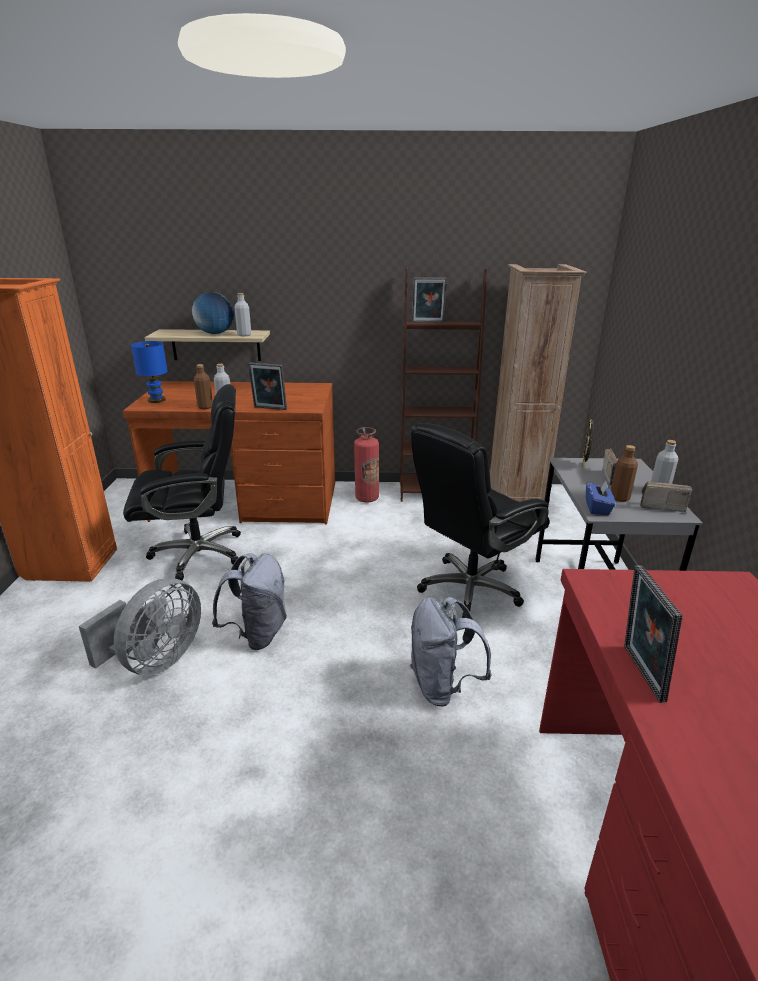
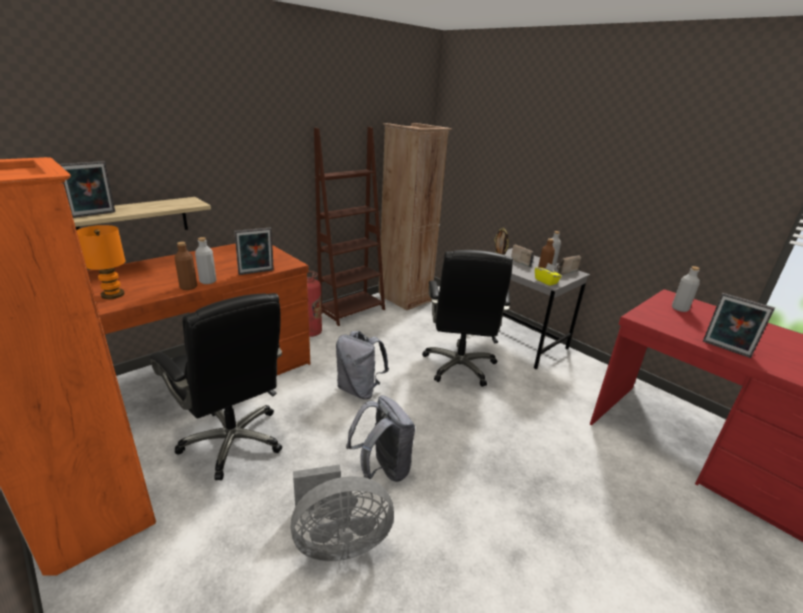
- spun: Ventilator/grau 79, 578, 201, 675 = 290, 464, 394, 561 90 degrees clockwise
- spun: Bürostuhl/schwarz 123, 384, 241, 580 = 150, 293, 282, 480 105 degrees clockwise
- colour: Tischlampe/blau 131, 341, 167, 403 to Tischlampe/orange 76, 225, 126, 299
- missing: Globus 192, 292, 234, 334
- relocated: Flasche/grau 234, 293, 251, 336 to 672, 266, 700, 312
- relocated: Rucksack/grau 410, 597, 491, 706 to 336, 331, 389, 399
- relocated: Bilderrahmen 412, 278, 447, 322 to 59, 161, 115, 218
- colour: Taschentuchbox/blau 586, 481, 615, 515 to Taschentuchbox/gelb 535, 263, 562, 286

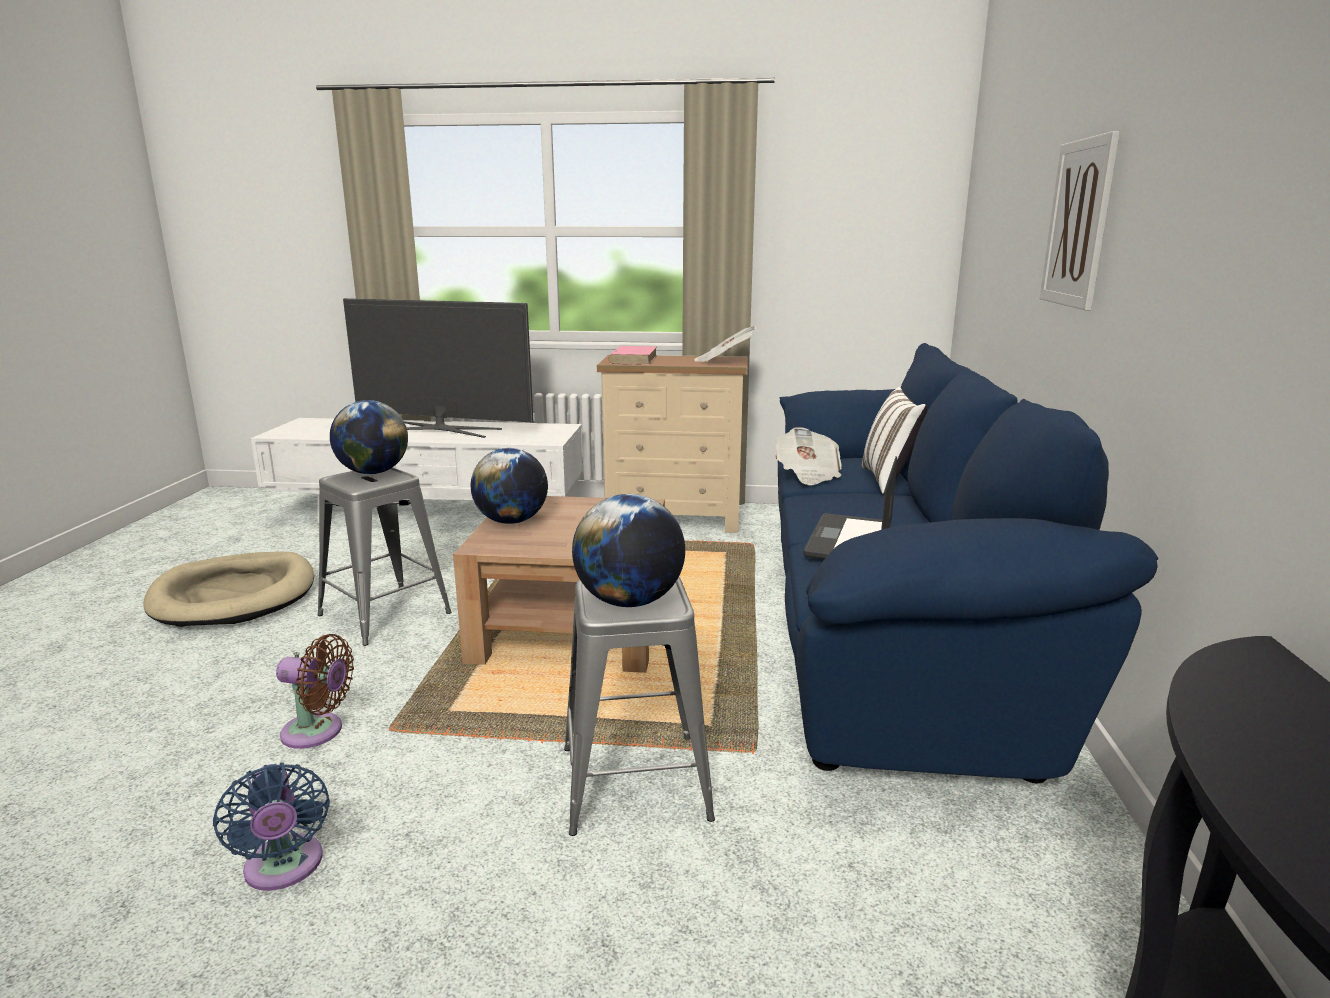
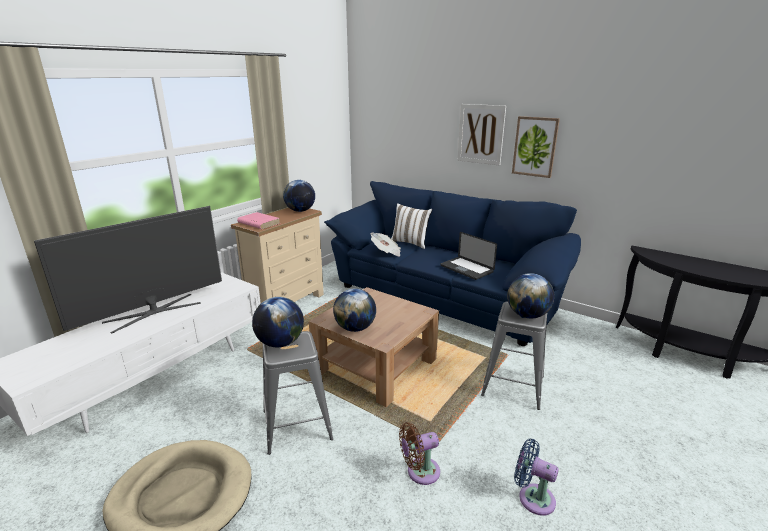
- spun: Ventilator/blau 213, 763, 330, 891 = 514, 439, 559, 516 150 degrees counterclockwise
- spun: Ventilator/braun 276, 634, 354, 749 = 399, 422, 440, 485 150 degrees counterclockwise
- exchanged: Zeitung 694, 326, 758, 362 to Globus 283, 180, 315, 212
- appeared: Bild 512, 116, 560, 178

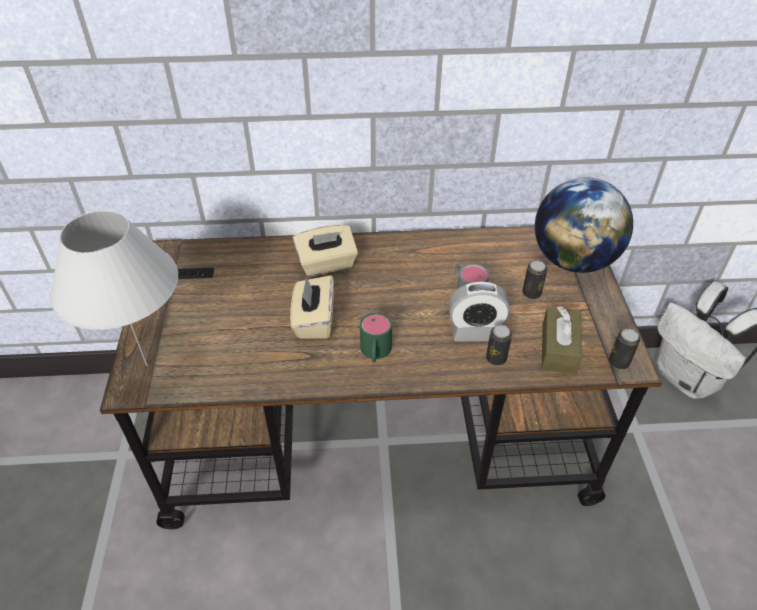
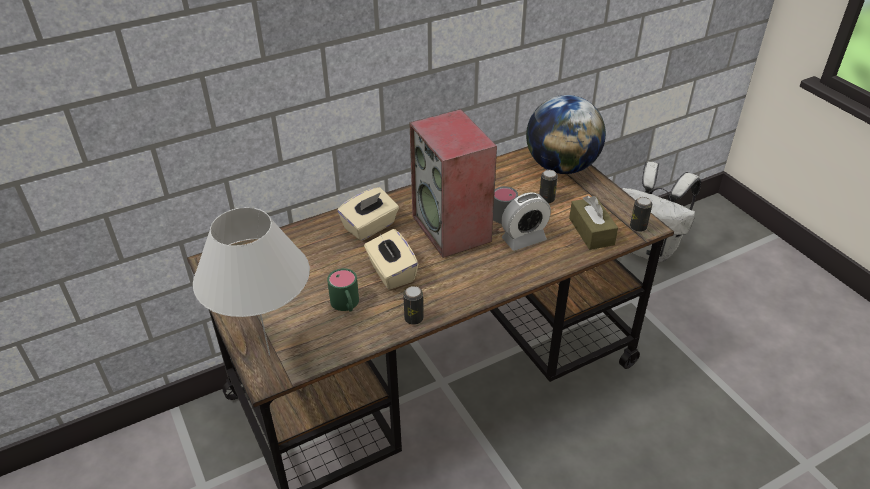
- relocated: Henkelbecher/grün 360, 313, 392, 362 to 327, 268, 359, 312
- relocated: Dose 486, 325, 512, 366 to 403, 286, 424, 325
- appeared: Lautsprecher 409, 109, 497, 258

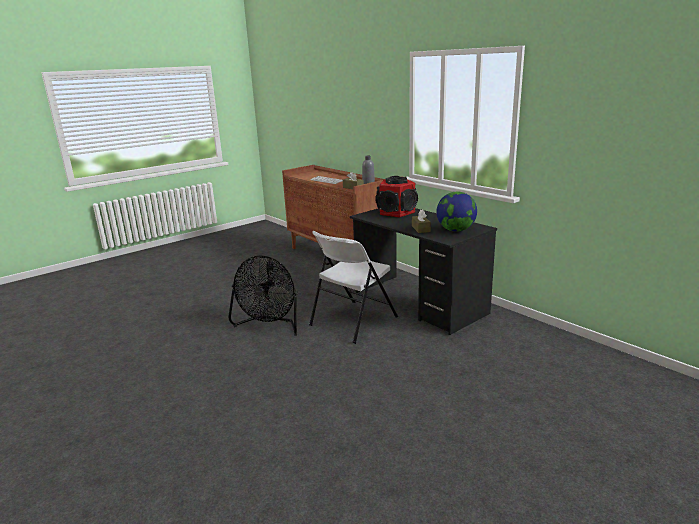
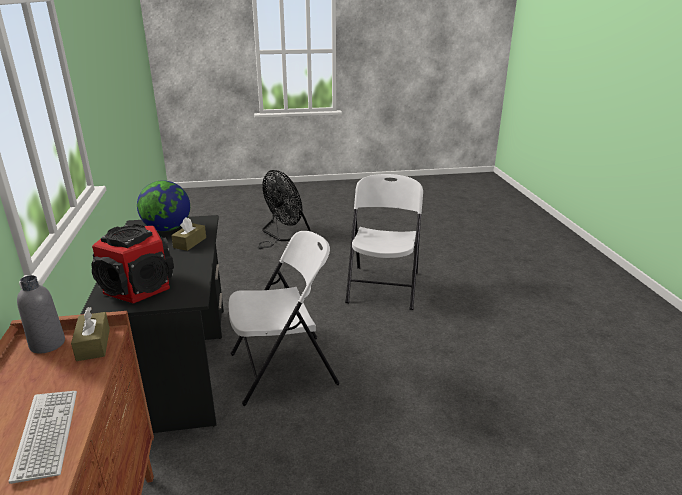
- relocated: Ventilator/schwarz 228, 256, 298, 336 to 258, 170, 311, 249
- appeared: Stuhl/weiß 345, 174, 423, 310

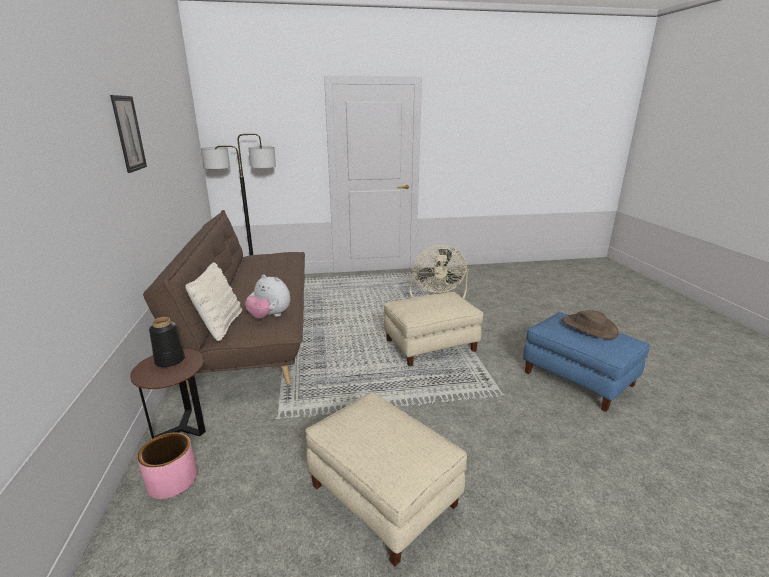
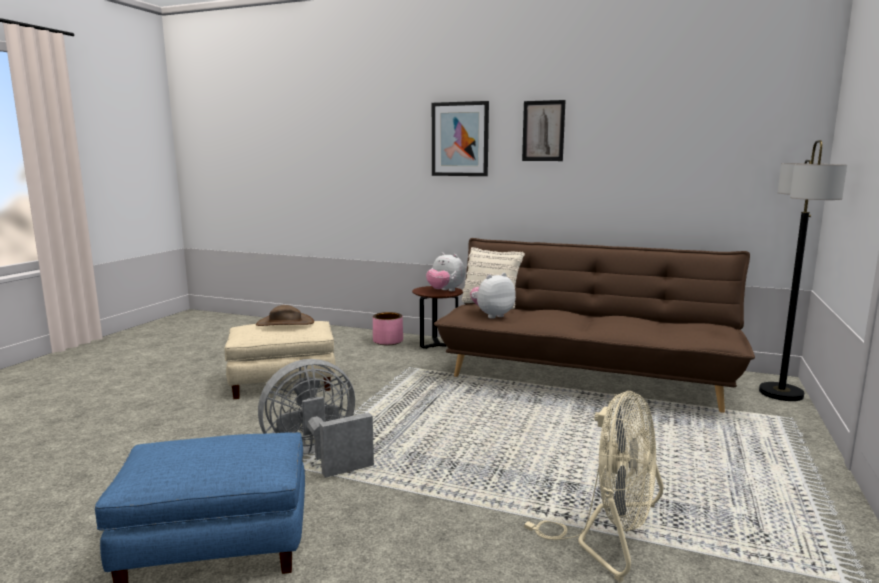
- exchanged: Vase/schwarz 149, 317, 185, 367 to Plüschtier 426, 252, 465, 291
- missing: Polsterhocker/beige 384, 292, 484, 366
- relocated: Hut/braun 562, 310, 619, 339 to 256, 305, 314, 326
- appeared: Ventilator/grau 258, 359, 374, 478
- appeared: Bild 432, 101, 489, 176

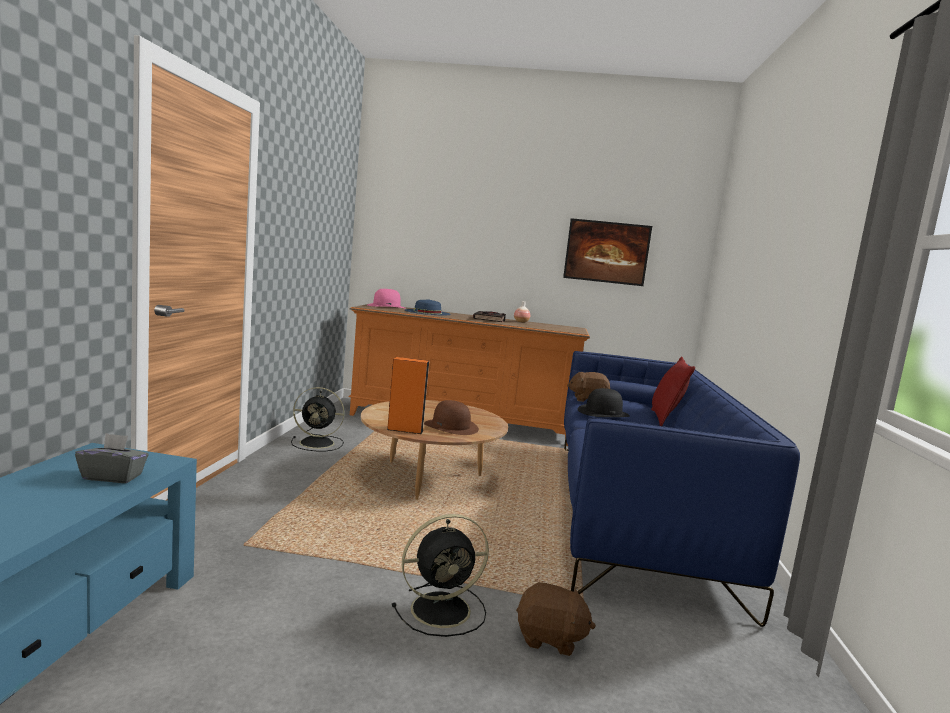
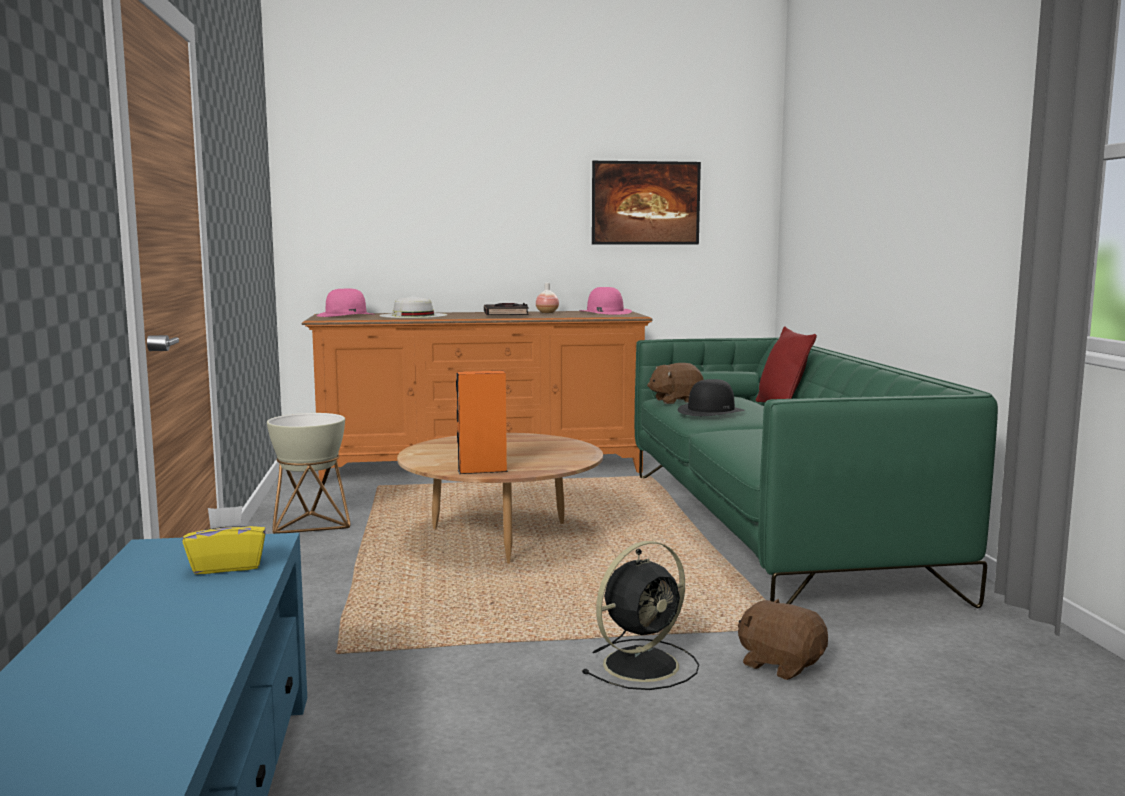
- colour: Taschentuchbox/grau 75, 433, 148, 483 to Taschentuchbox/gelb 182, 506, 266, 574
- exchanged: Ventilator/schwarz 291, 387, 345, 451 to Pflanzkübel 267, 413, 350, 534
- colour: Hut/blau 405, 299, 451, 316 to Hut/weiß 379, 297, 447, 318
- missing: Hut/braun 424, 400, 479, 435
- spun: Plüschtier/braun 516, 582, 596, 656 = 738, 599, 828, 680 135 degrees counterclockwise
- colour: Sofa/blau 564, 351, 800, 628 to Sofa/grün 635, 338, 998, 610
- appeared: Hut/rosa 580, 287, 632, 315

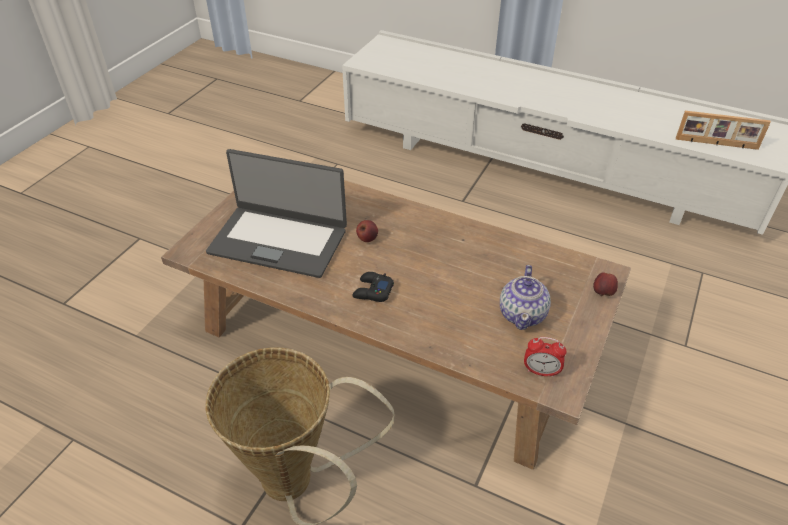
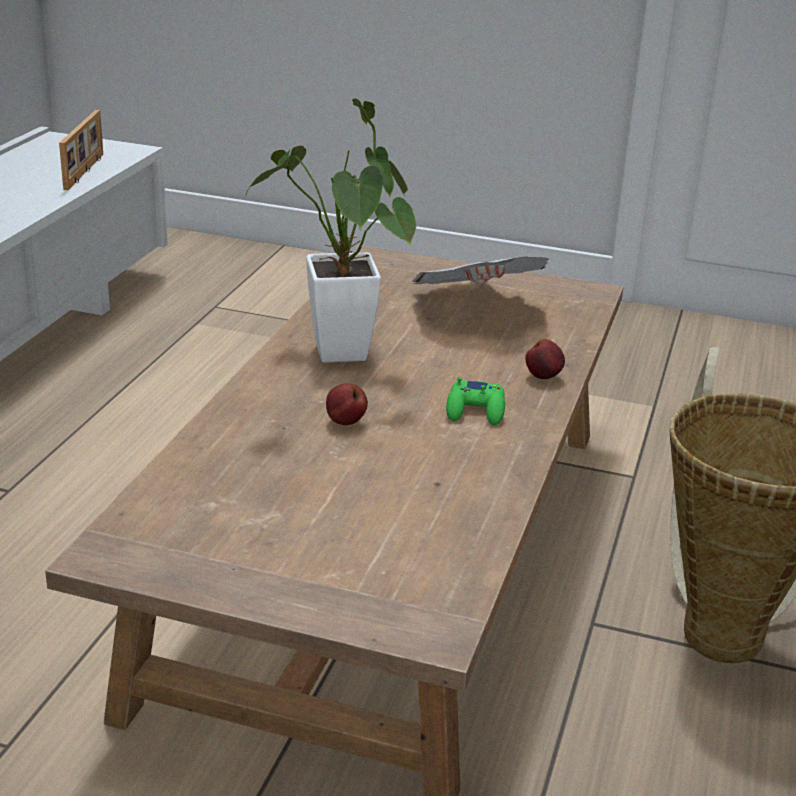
- missing: Laptop 206, 149, 347, 278
- colour: Gamepad/schwarz 353, 272, 394, 302 to Gamepad/grün 446, 377, 505, 425
- exchanged: Teekanne 500, 265, 551, 330 to Zeitung 412, 257, 549, 285
- missing: Wecker 524, 337, 566, 378
- relocated: Apfel 593, 272, 618, 296 to 525, 339, 565, 379
- appeared: Topfpflanze 245, 98, 416, 363

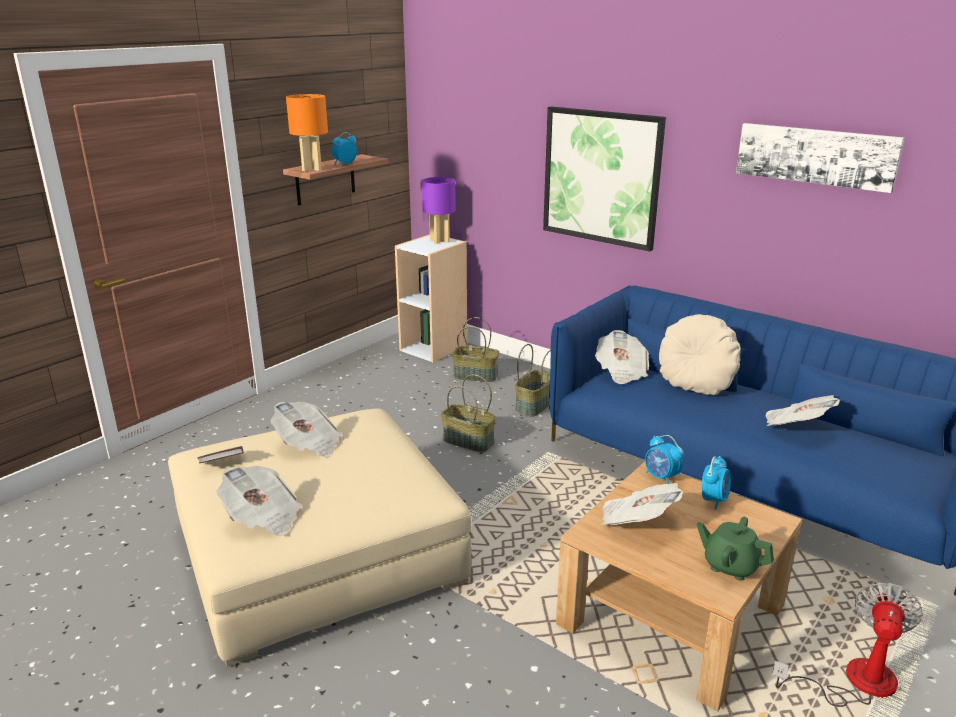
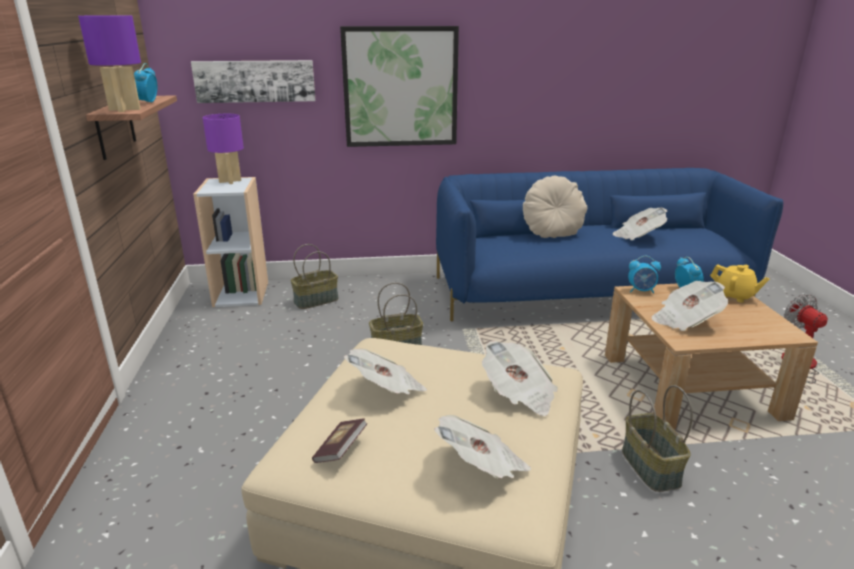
- colour: Tischlampe/orange 286, 94, 328, 171 to Tischlampe/lila 78, 15, 141, 112
- relocated: Korb 515, 344, 551, 417 to 622, 385, 693, 492
- relocated: Zeitung 595, 330, 649, 384 to 482, 341, 558, 416
- missing: Teekanne/grün 697, 517, 774, 581
- relocated: Bild 736, 123, 905, 193 to 191, 60, 316, 103
- appeared: Teekanne/gelb 710, 264, 770, 303

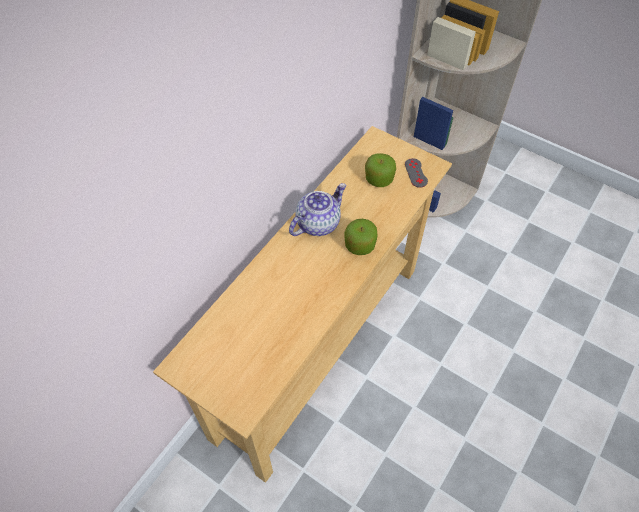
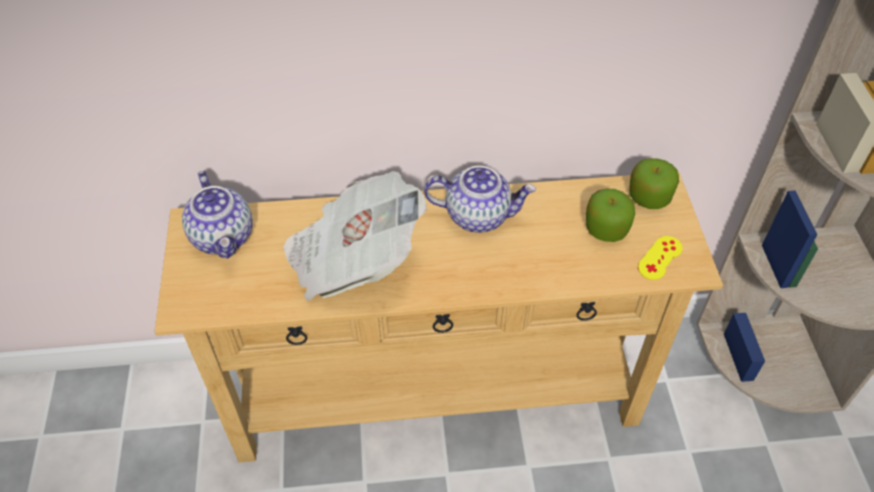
- relocated: Apfel 344, 219, 378, 255 to 629, 158, 679, 209
- colour: Gamepad/grau 405, 158, 428, 188 to Gamepad/gelb 638, 236, 683, 280
- appeared: Teekanne 182, 171, 253, 259
- appeared: Zeitung 283, 171, 426, 301

